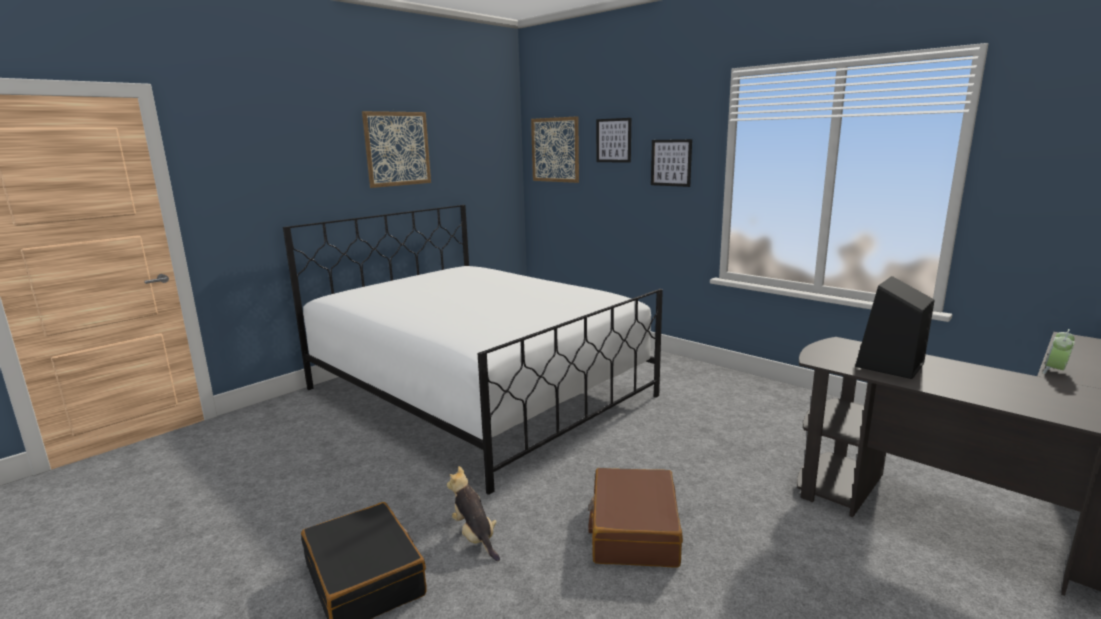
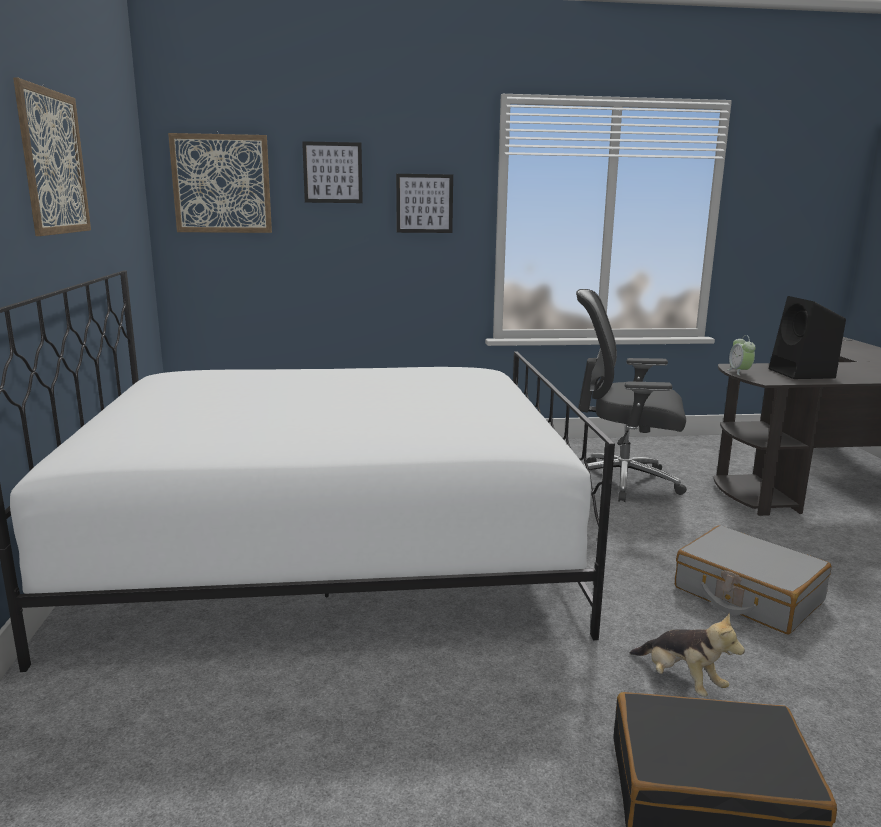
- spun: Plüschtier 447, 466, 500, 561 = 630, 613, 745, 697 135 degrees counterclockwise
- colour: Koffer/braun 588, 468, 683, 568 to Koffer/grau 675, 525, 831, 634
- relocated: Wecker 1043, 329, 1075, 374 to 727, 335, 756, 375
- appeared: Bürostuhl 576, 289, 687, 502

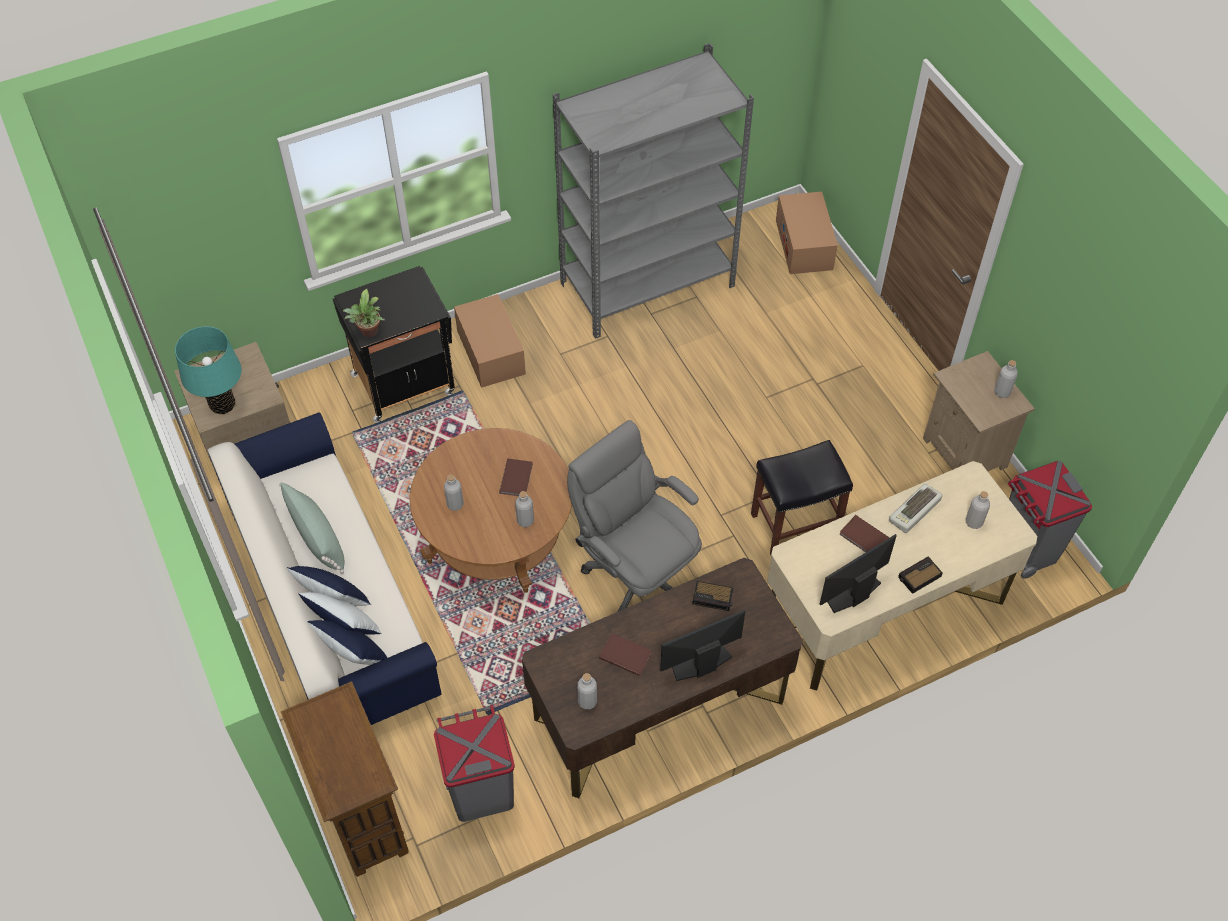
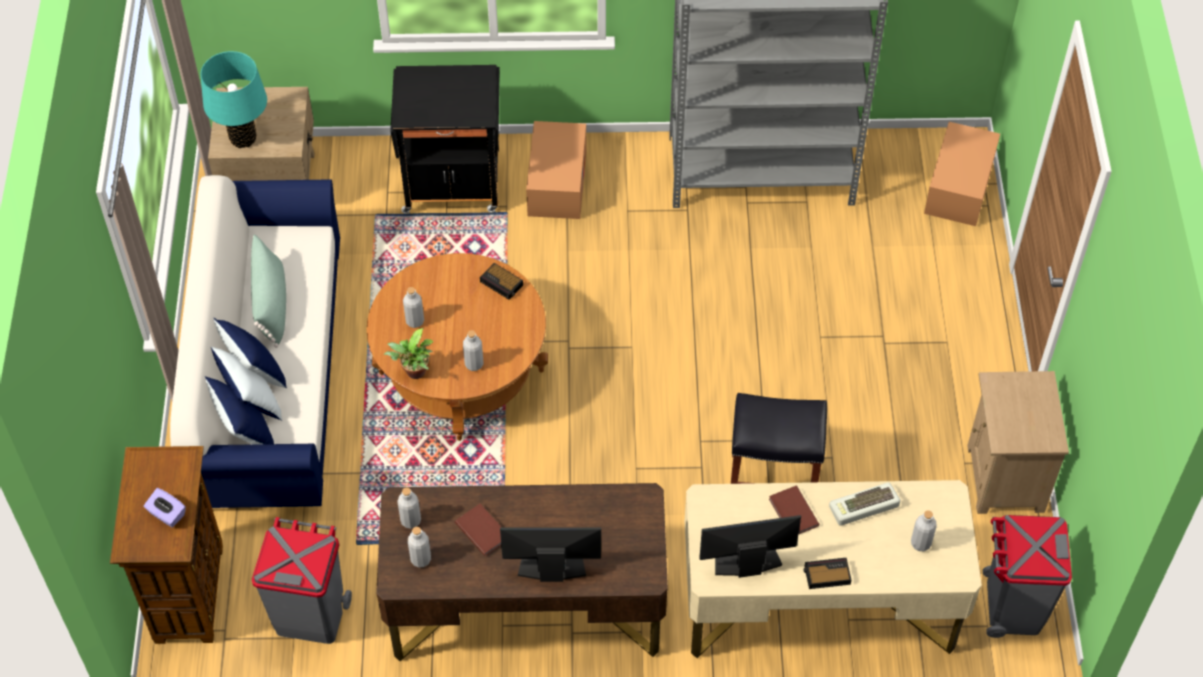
- relocated: Topfpflanze 343, 289, 385, 337 to 383, 328, 434, 379
- missing: Buch/braun 499, 459, 533, 496
- missing: Bürostuhl/grau 567, 420, 702, 611
- relocated: Wecker 692, 581, 733, 611 to 480, 263, 523, 300
- relocated: Flasche/grau 994, 360, 1018, 398 to 397, 487, 421, 529
- appeared: Taschentuchbox/lila 144, 488, 186, 527

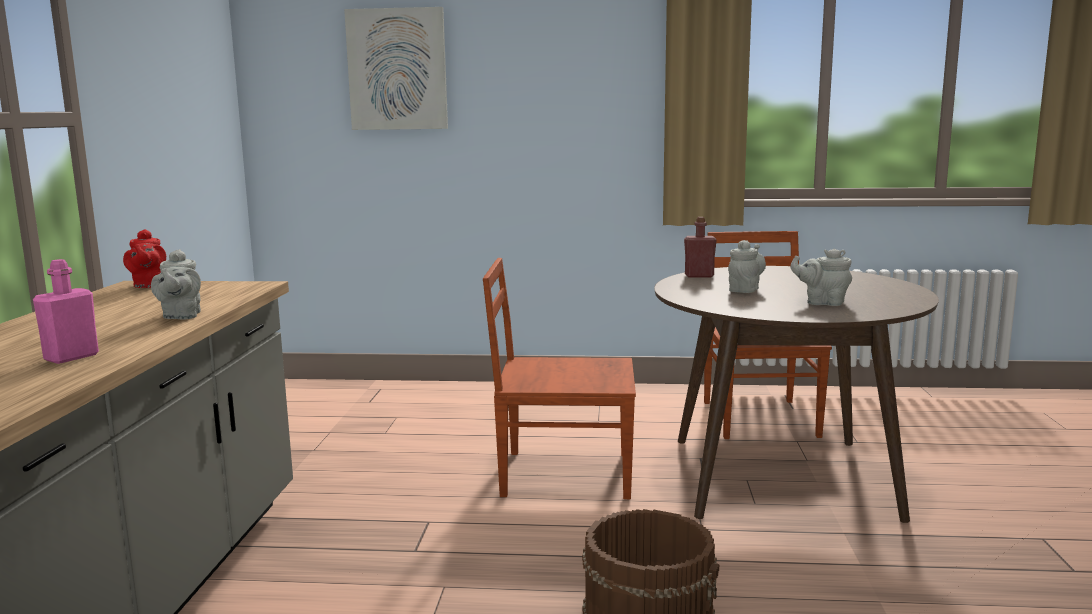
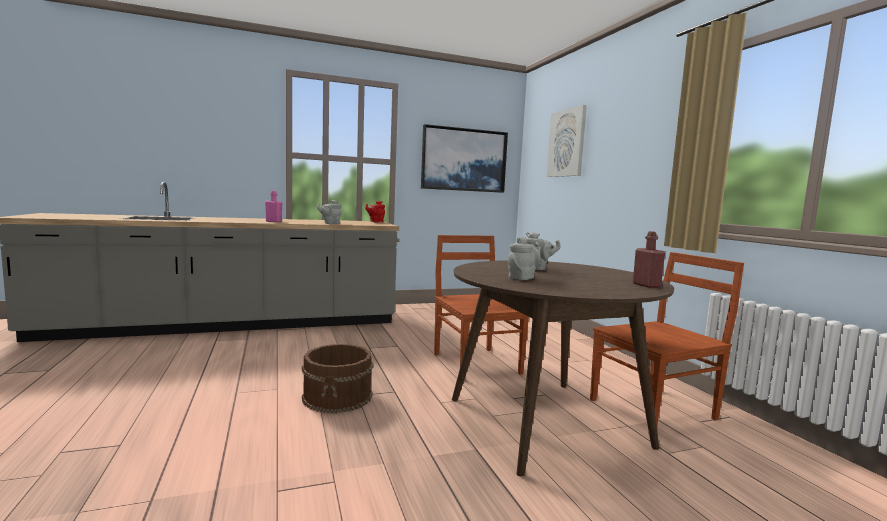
- relocated: Flasche/rot 684, 217, 717, 278 to 633, 231, 665, 288
- spun: Teekanne/grau 790, 249, 852, 306 = 508, 236, 540, 280 45 degrees clockwise
- appeared: Bild 421, 124, 508, 193

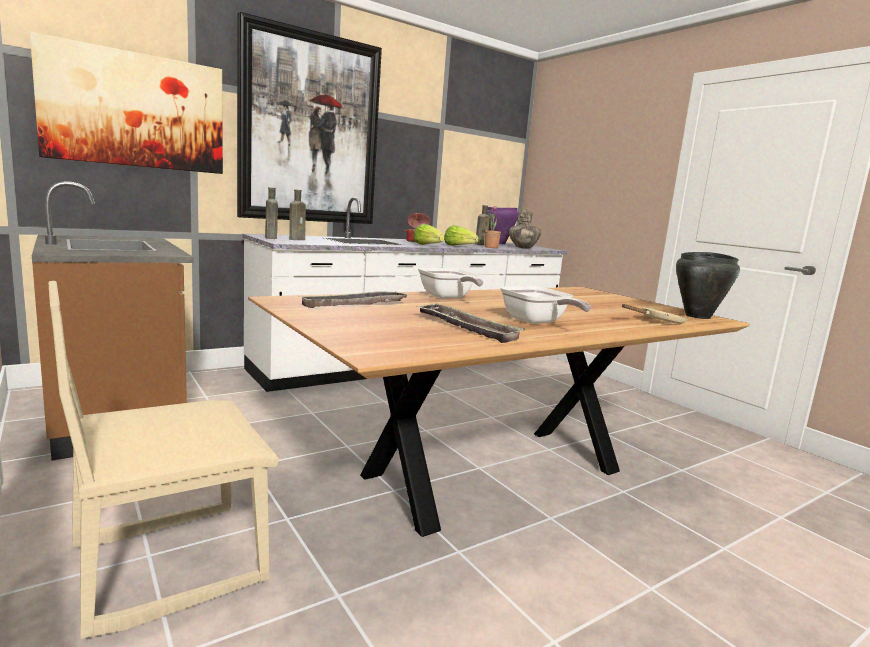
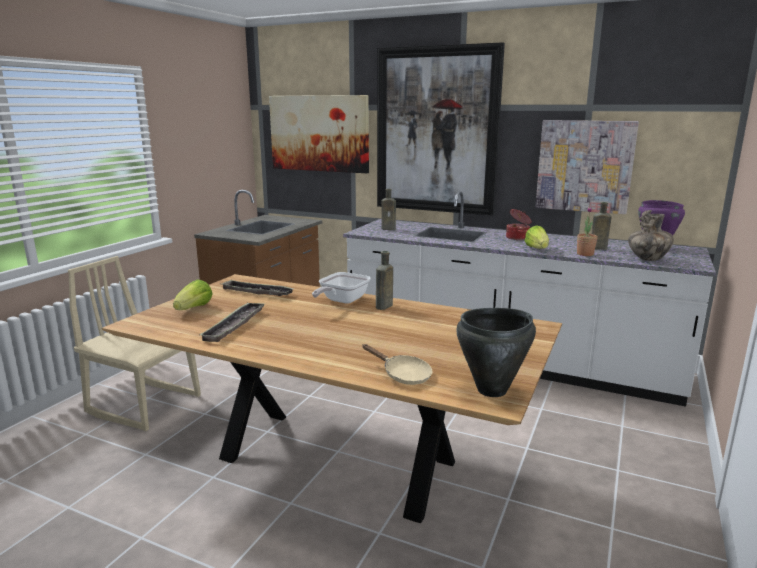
- relocated: Flasche/braun 265, 187, 278, 239 to 376, 251, 393, 310
- relocated: Salatkopf 413, 223, 445, 245 to 173, 279, 213, 310
- missing: Pfanne 500, 286, 591, 324
- appeared: Bild 535, 120, 639, 214

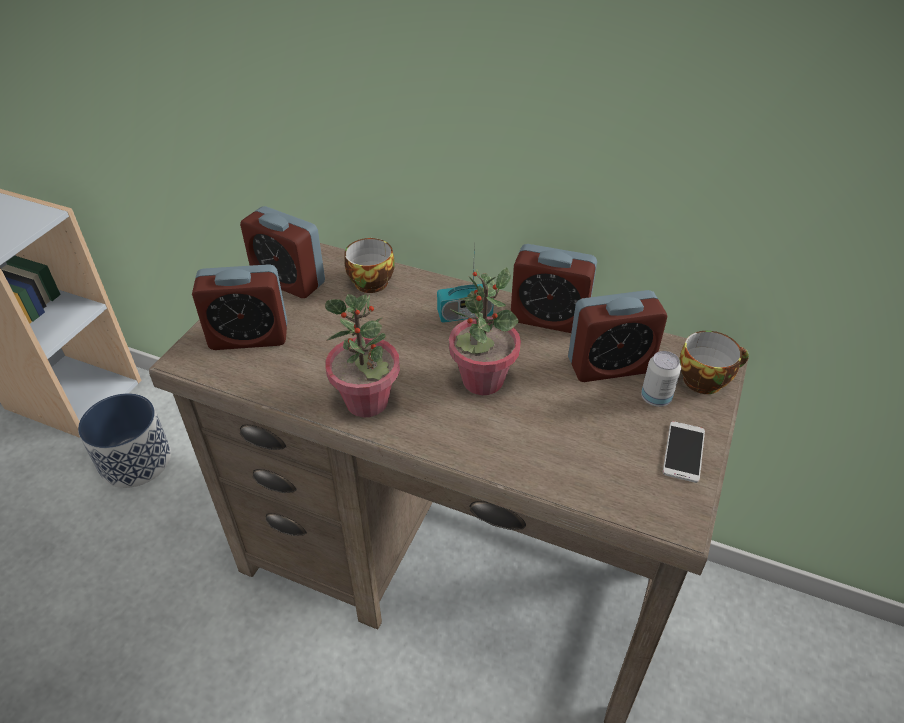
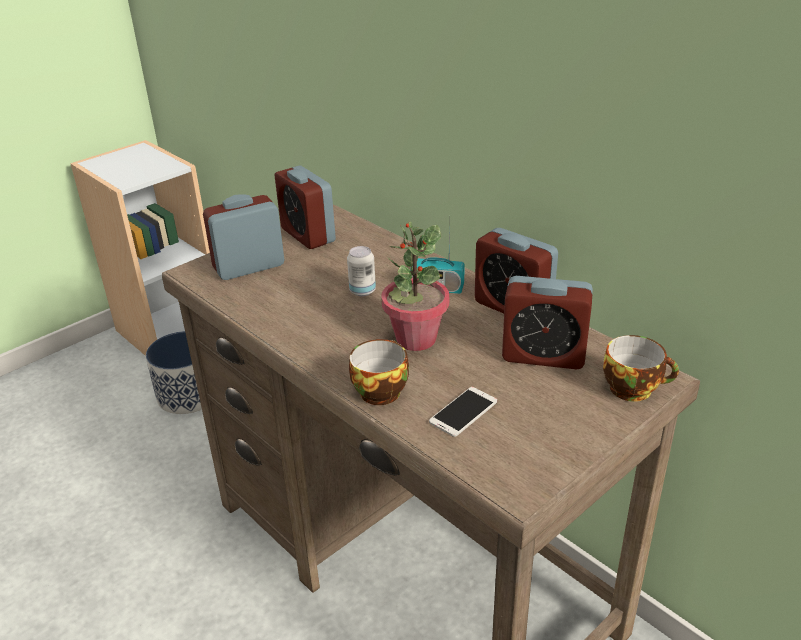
- spun: Wecker 192, 264, 287, 350 = 203, 194, 284, 280 135 degrees clockwise
- missing: Topfpflanze 325, 294, 400, 418
- relocated: Tasse 344, 238, 395, 293 to 349, 339, 409, 405
- relocated: Dose 641, 351, 681, 407 to 347, 246, 376, 296
- relocated: Handy 663, 421, 705, 483 to 429, 387, 497, 437

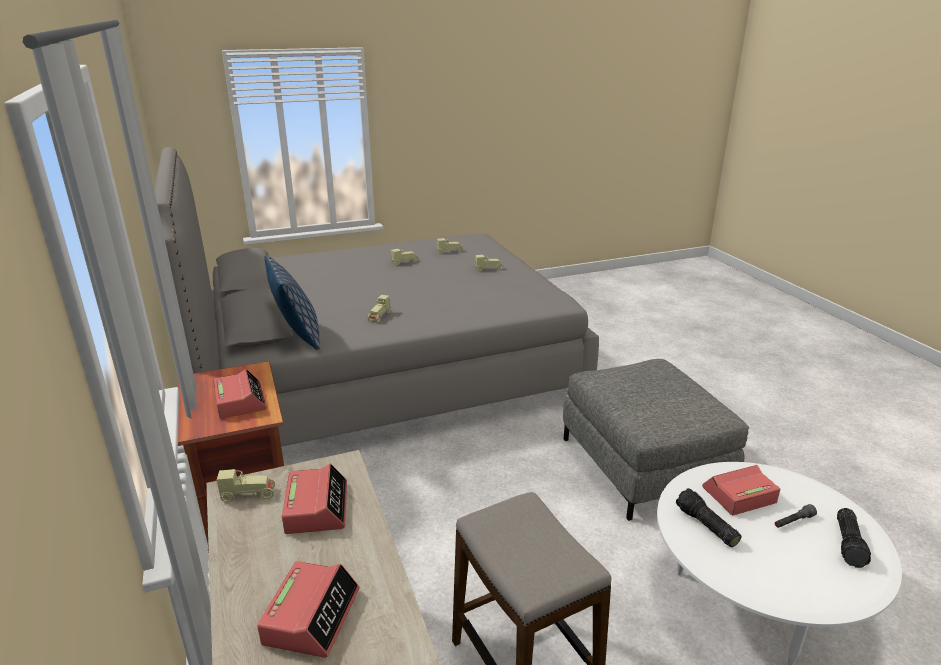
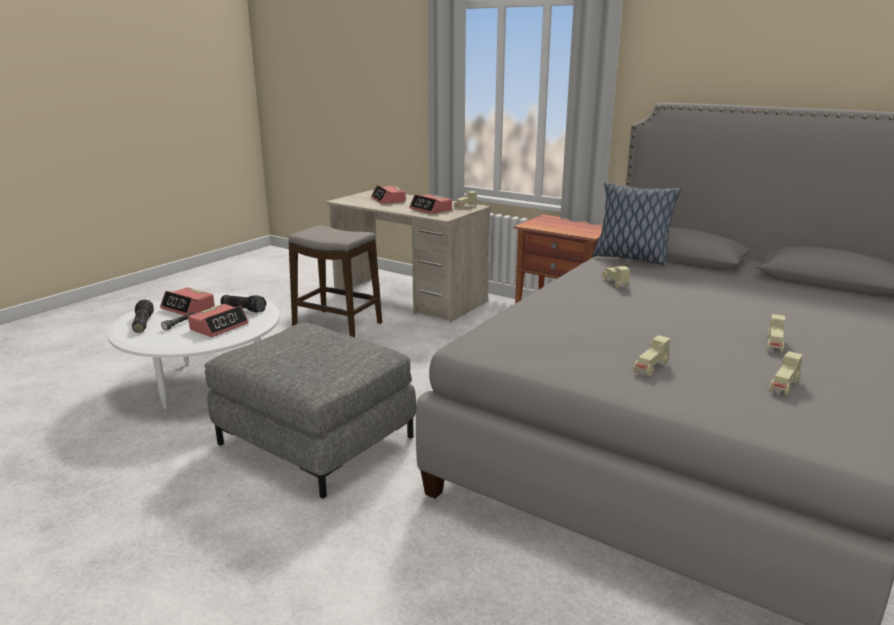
- relocated: Wecker 213, 369, 267, 419 to 160, 287, 215, 315

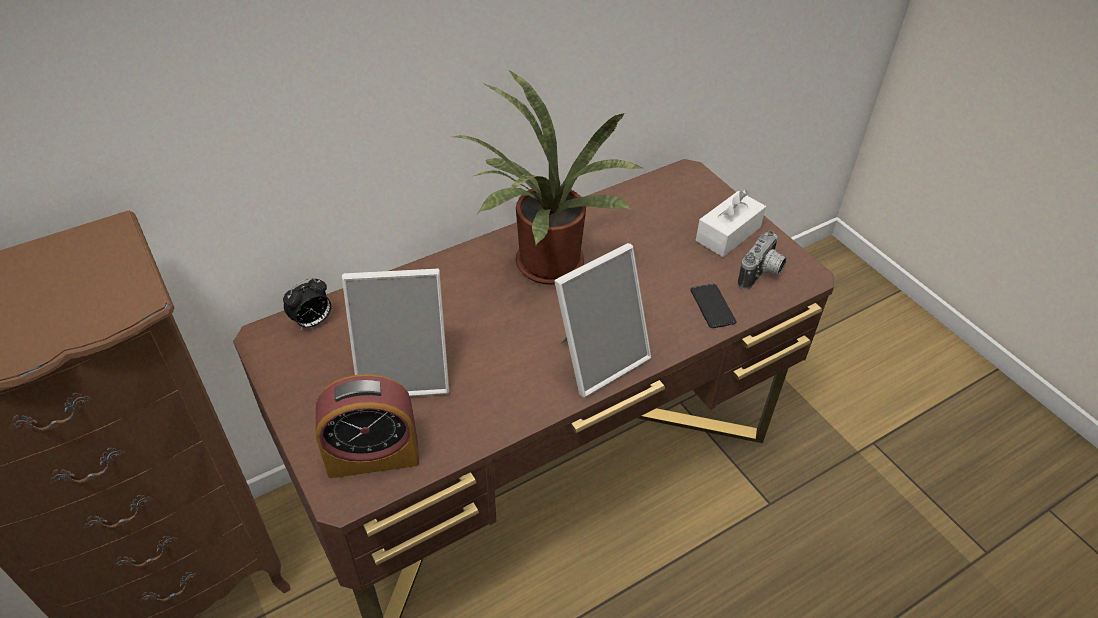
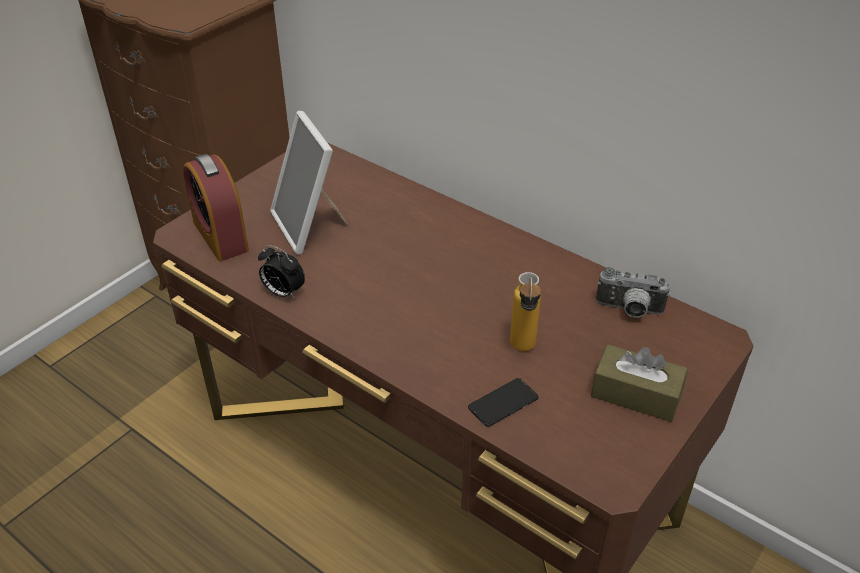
- relocated: Wecker 283, 278, 331, 330 to 258, 245, 305, 299
- missing: Topfpflanze 453, 70, 645, 285
- missing: Bilderrahmen 554, 243, 651, 398
- colour: Taschentuchbox/weiß 696, 189, 766, 257 to Taschentuchbox/braun 591, 344, 688, 422
- relocated: Kamera 738, 231, 787, 289 to 596, 267, 670, 318
- appeared: Flasche 510, 272, 541, 351

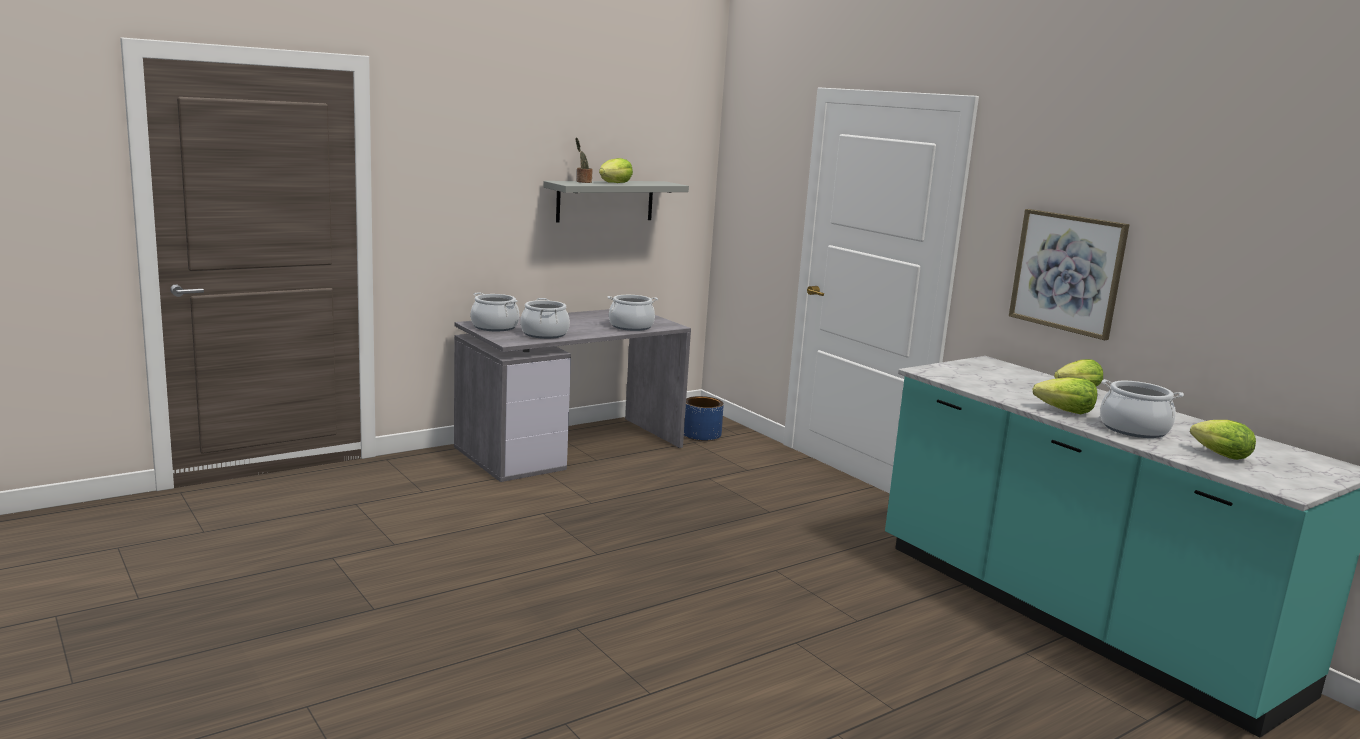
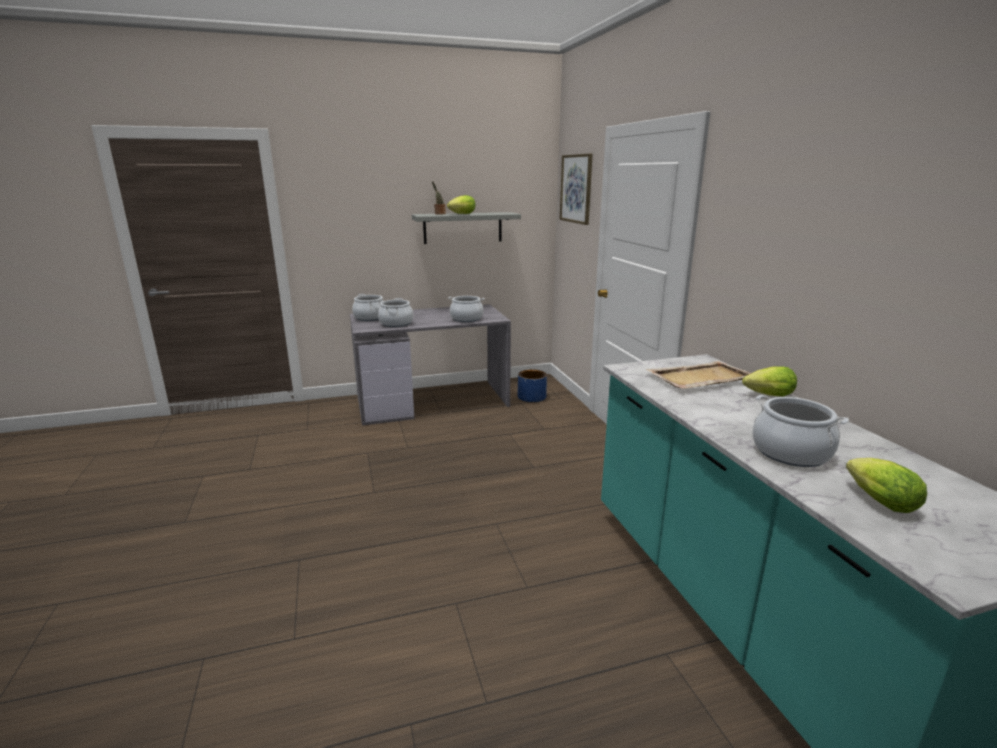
- relocated: Bild 1009, 209, 1130, 340 to 560, 154, 593, 225
- missing: Salatkopf 1033, 377, 1097, 414
- appeared: Tablett/beige 646, 361, 751, 389

